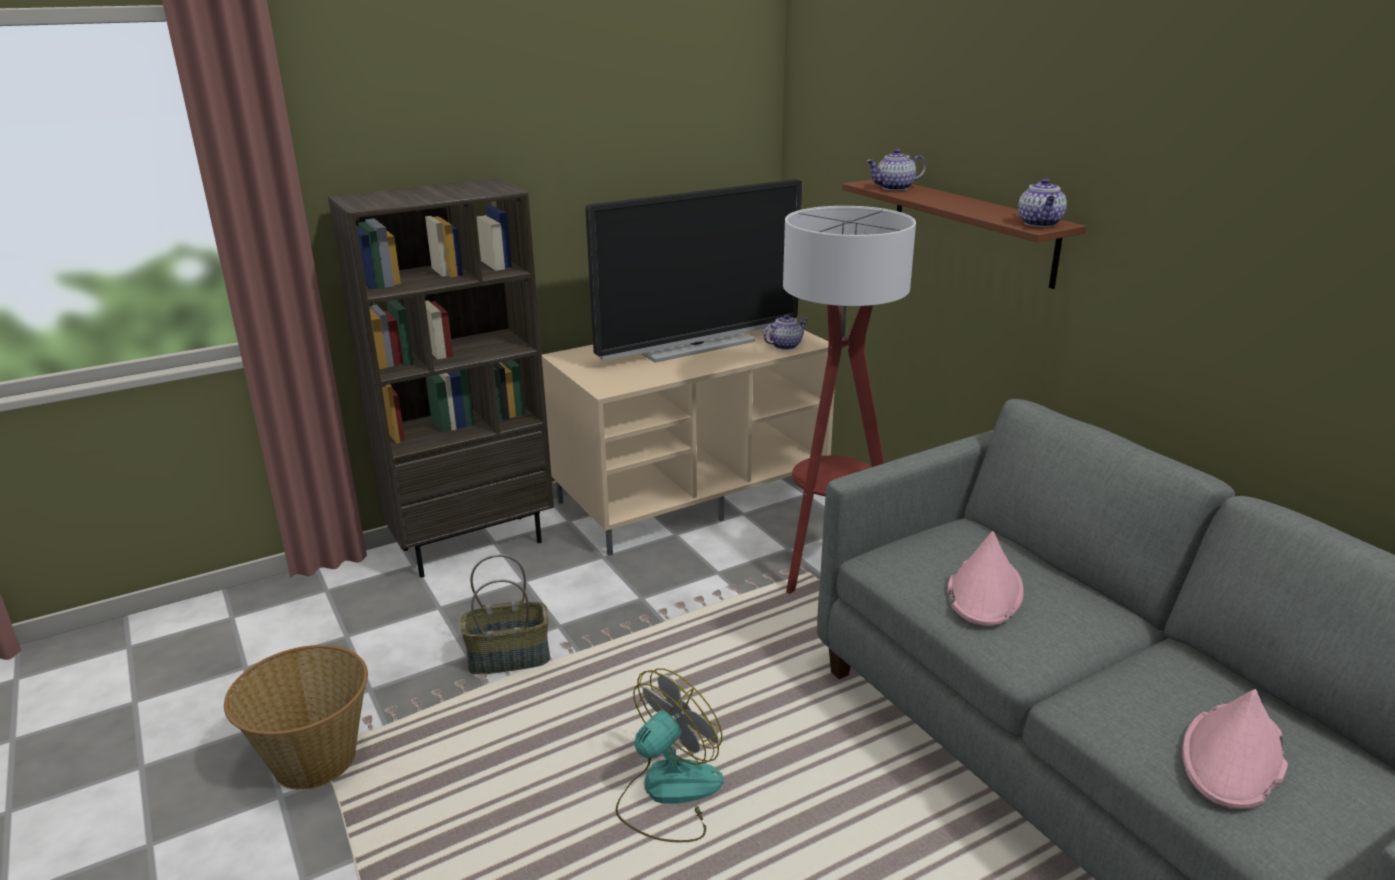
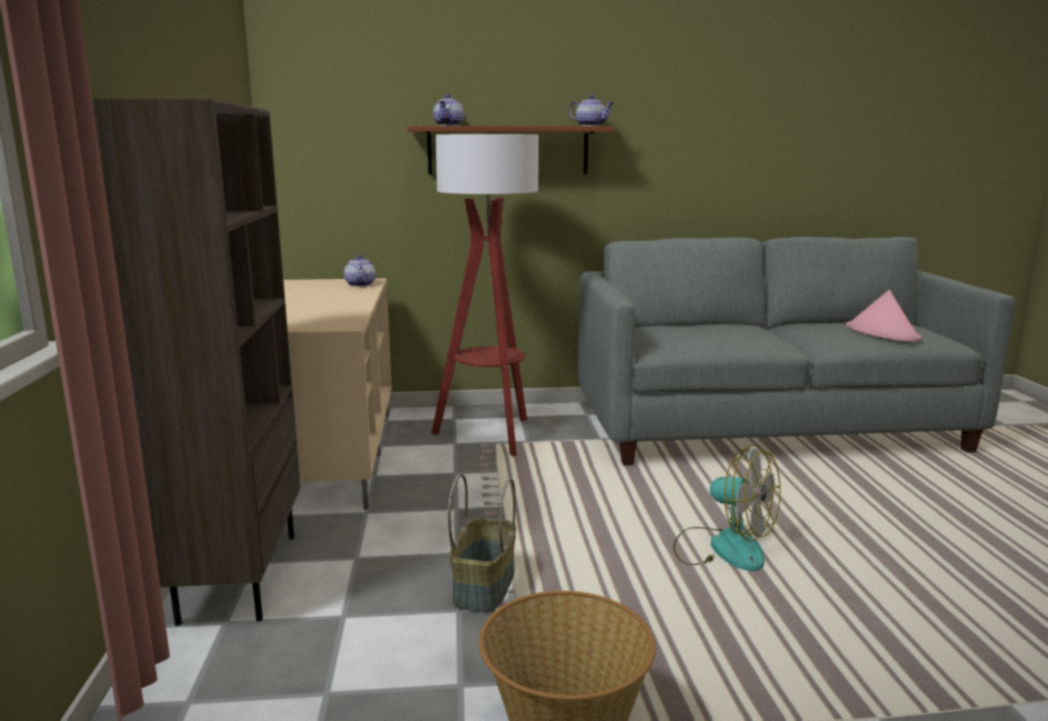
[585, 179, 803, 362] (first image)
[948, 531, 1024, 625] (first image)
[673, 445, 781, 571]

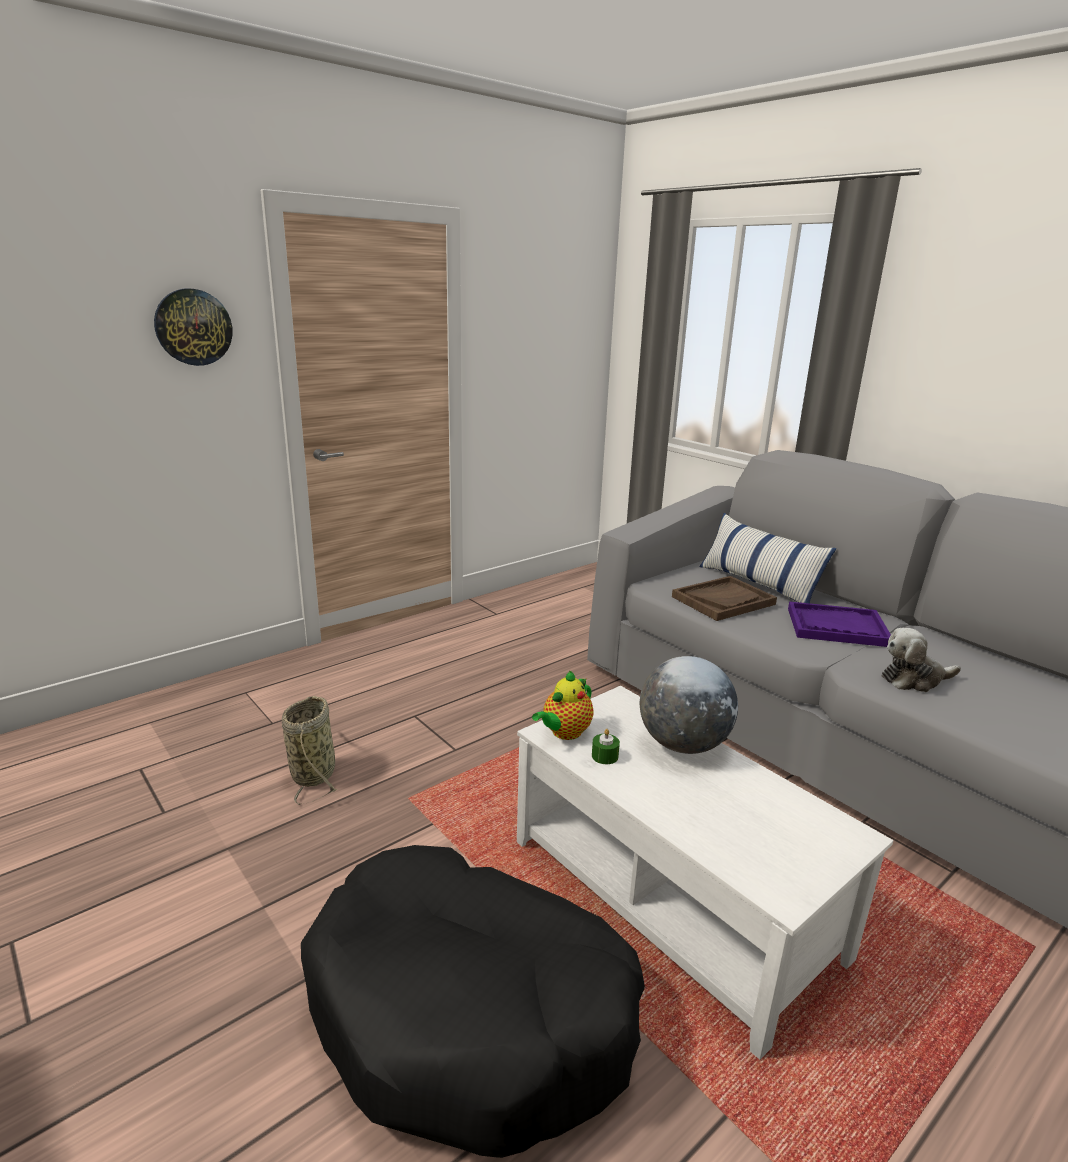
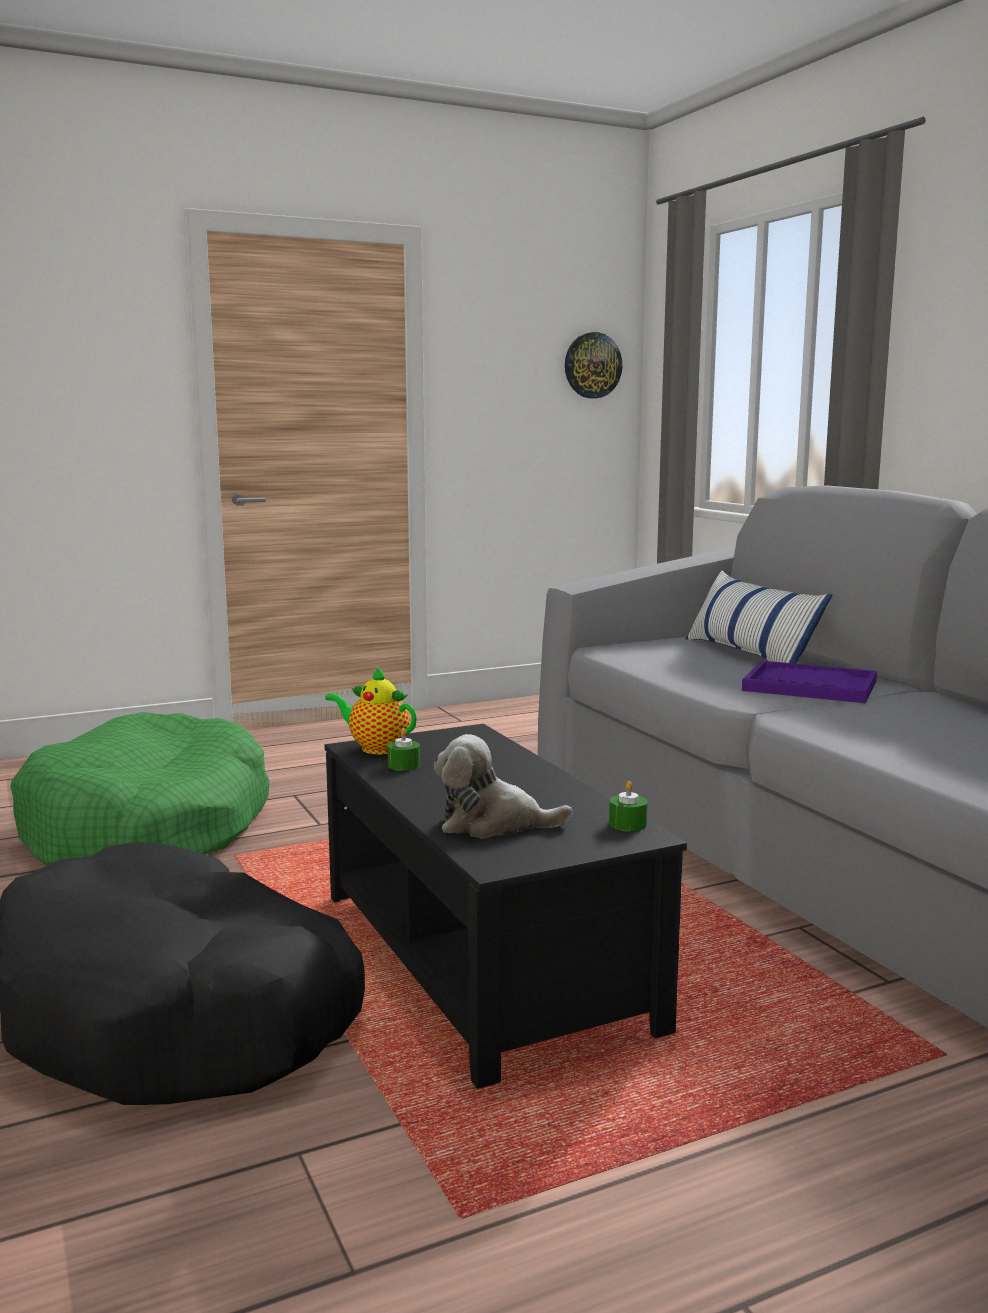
[565, 332, 622, 398]
[672, 576, 777, 621] (first image)
[434, 734, 573, 838]
[640, 656, 738, 754] (first image)
[325, 666, 417, 754]
[325, 724, 687, 1089]
[11, 712, 269, 866]
[609, 781, 648, 831]

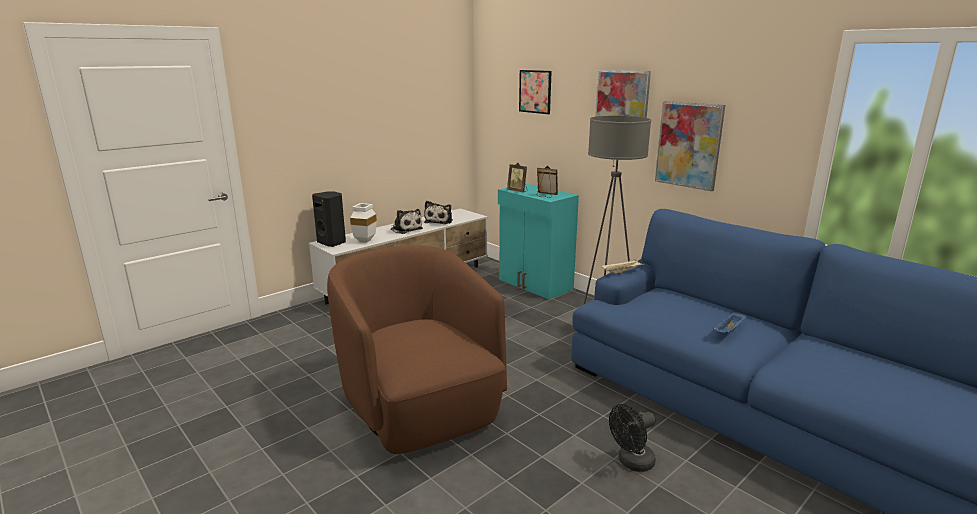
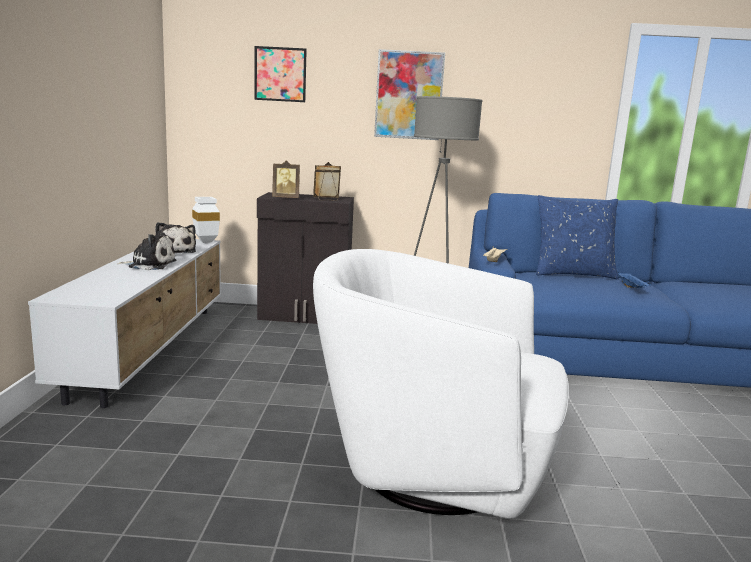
[655, 101, 725, 191] (first image)
[257, 192, 354, 324]
[312, 191, 346, 247] (first image)
[192, 197, 220, 243]
[313, 249, 569, 519]
[609, 404, 656, 472] (first image)
[536, 195, 619, 279]

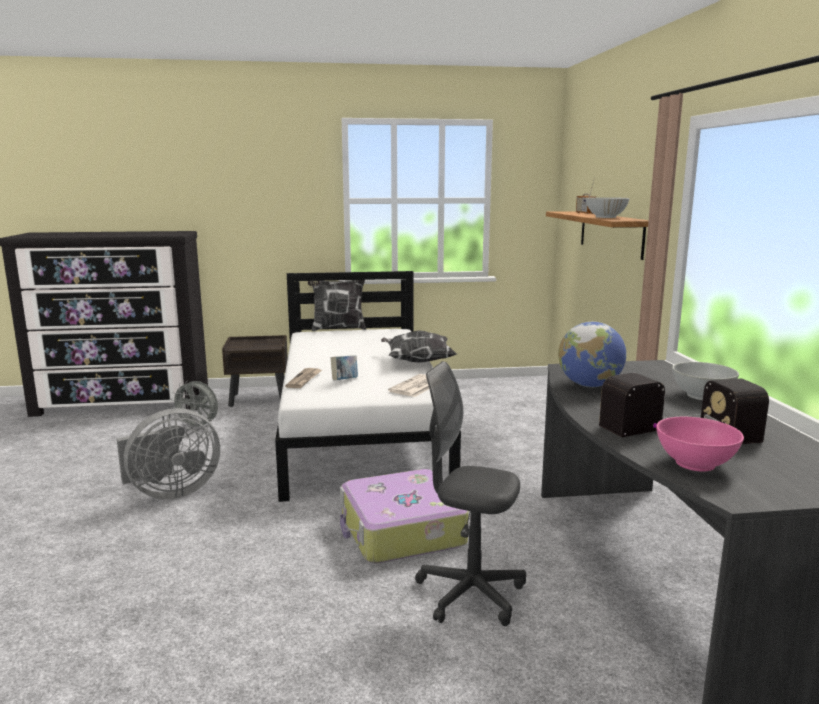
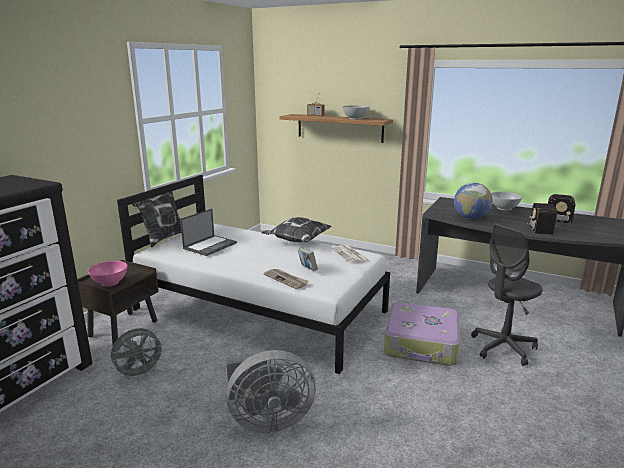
[226, 350, 316, 433]
[88, 261, 128, 286]
[180, 209, 237, 256]

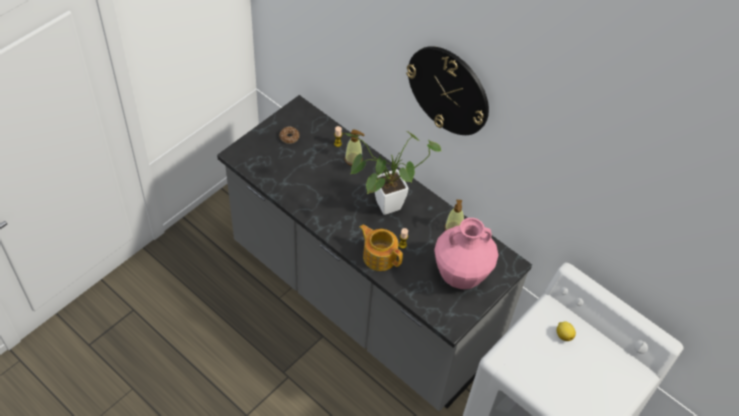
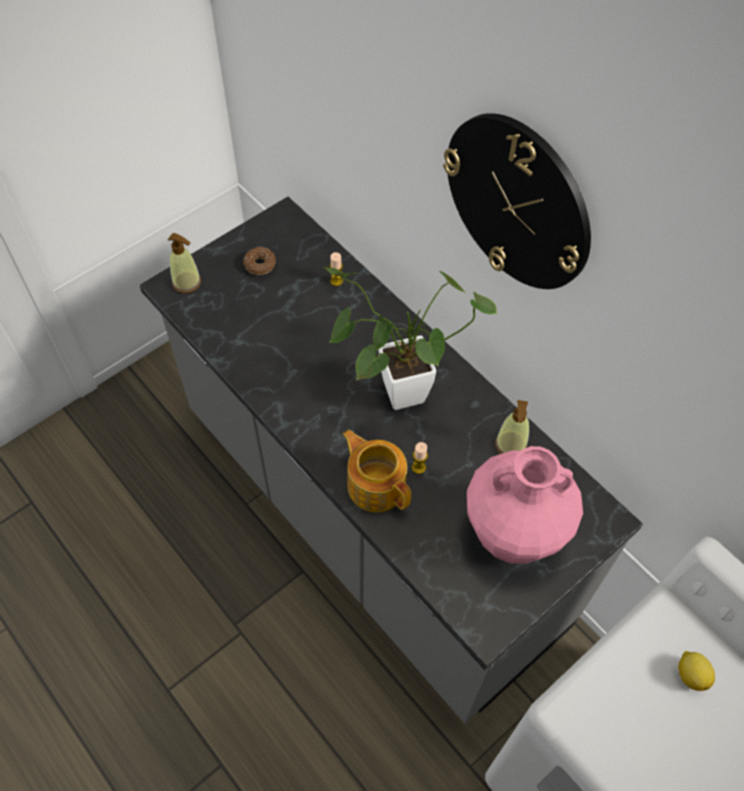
[168, 233, 201, 293]

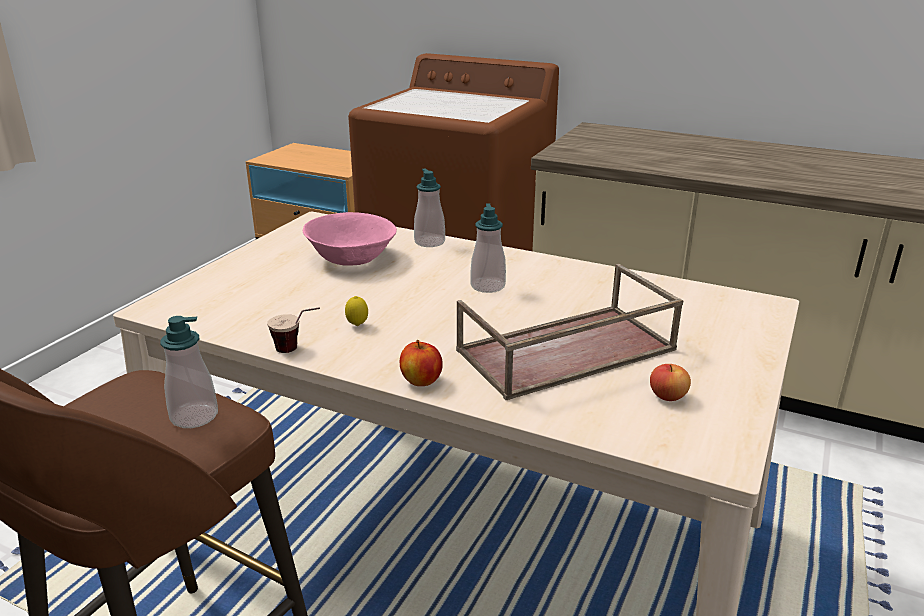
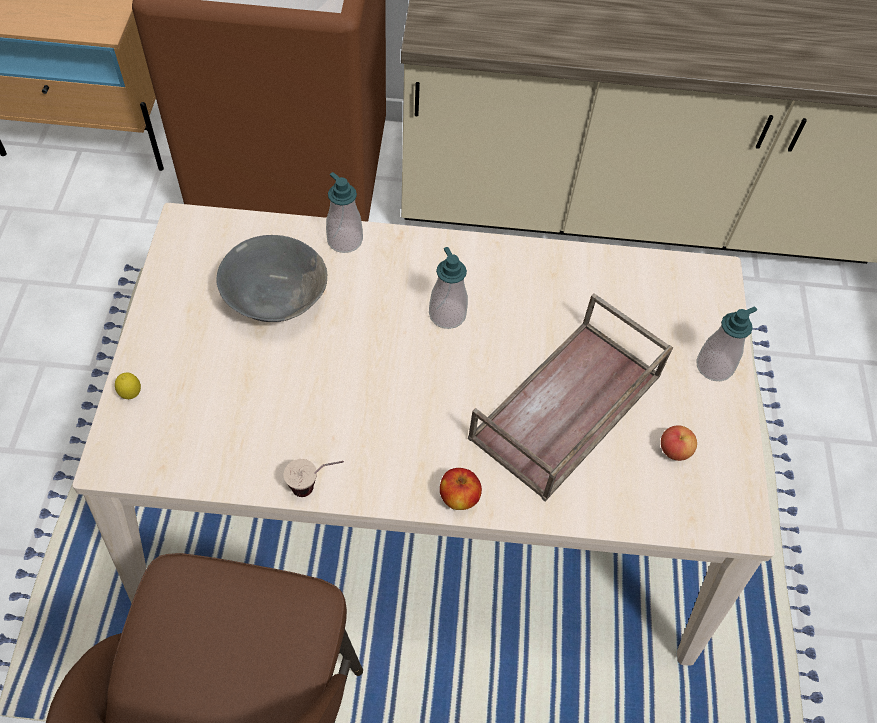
[216, 235, 327, 322]
[115, 373, 141, 399]
[696, 306, 757, 381]

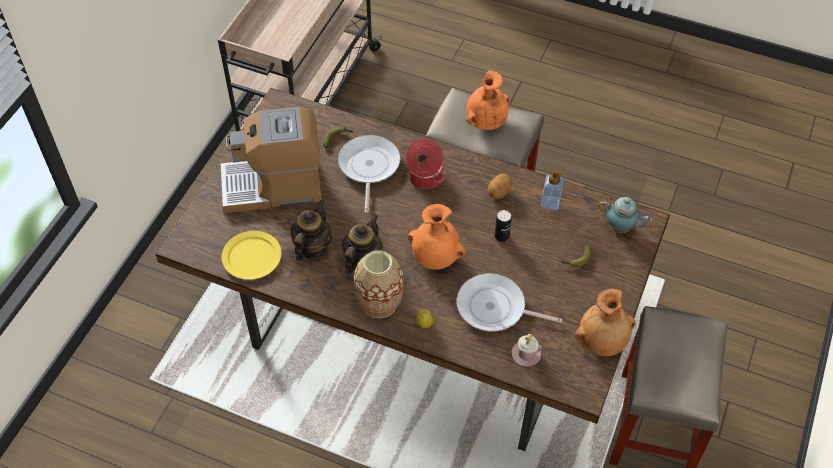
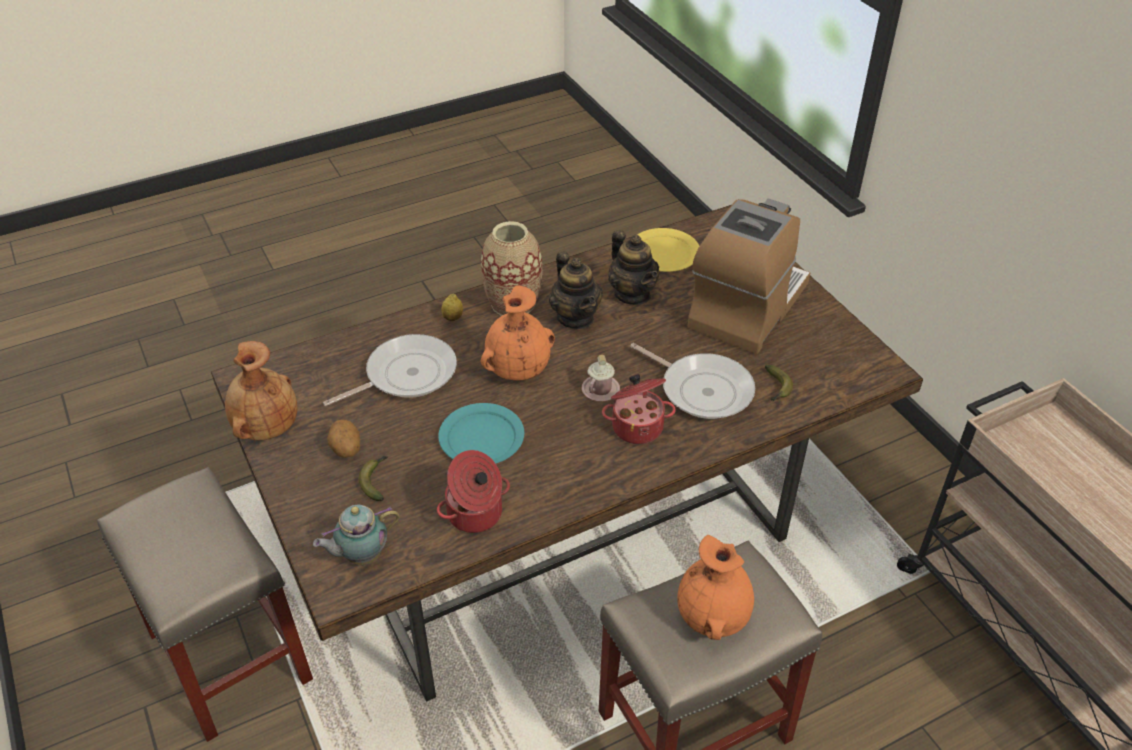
[437, 450, 510, 533]
[327, 420, 360, 458]
[438, 403, 524, 463]
[582, 355, 620, 401]

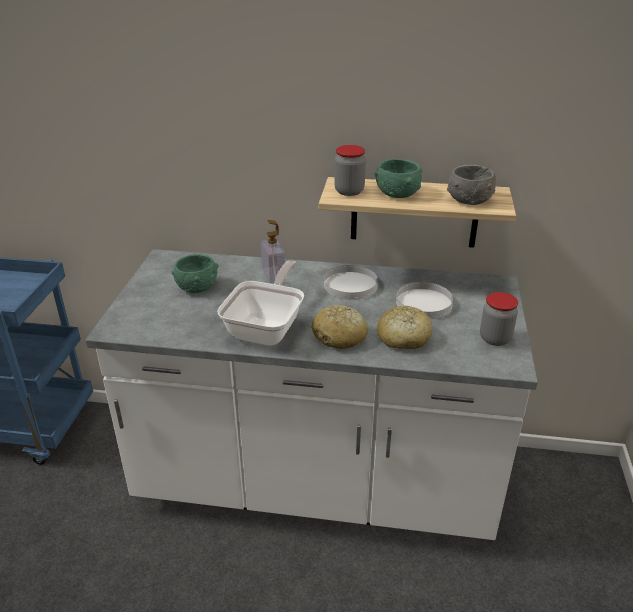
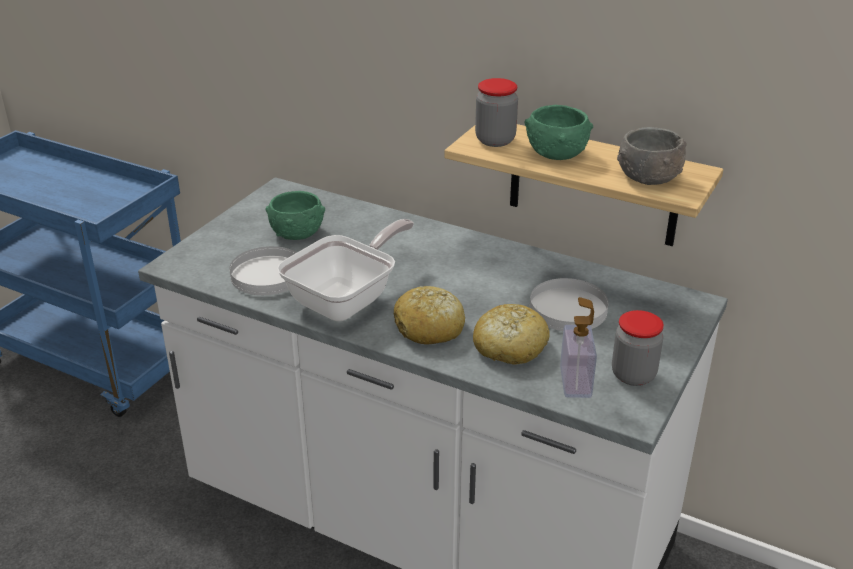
[560, 297, 597, 398]
[229, 246, 297, 295]

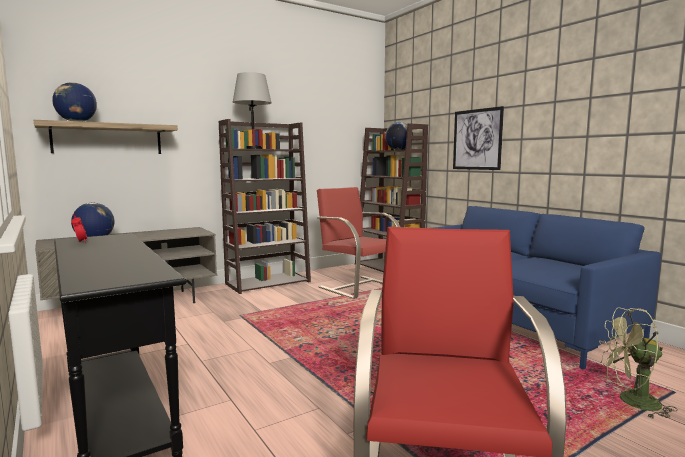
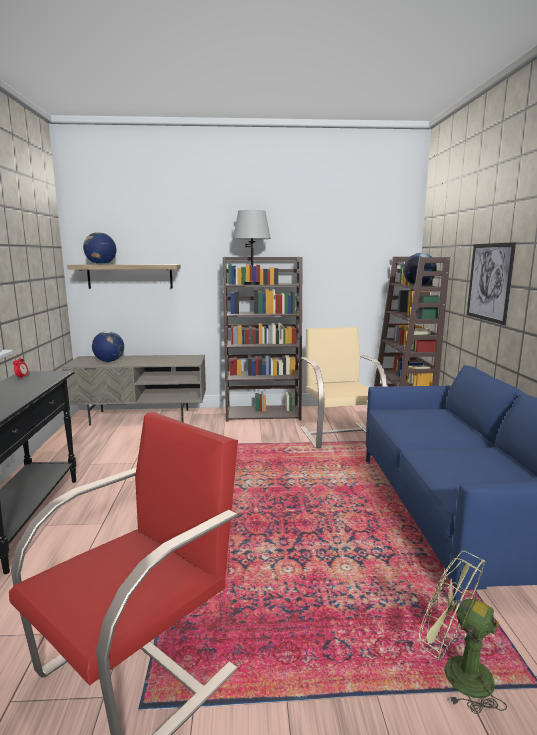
[300, 327, 388, 448]

